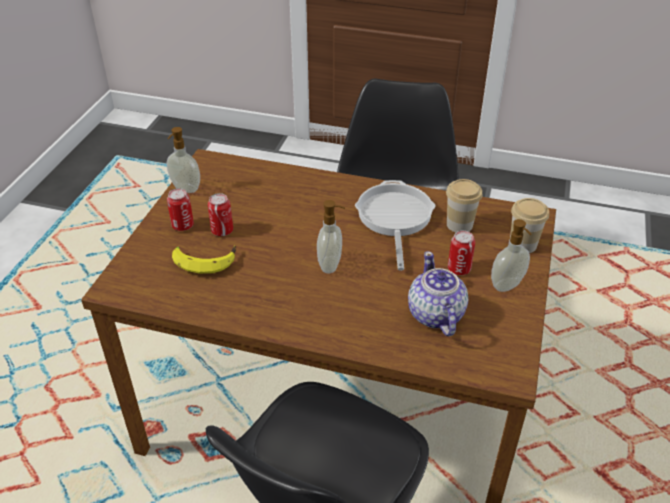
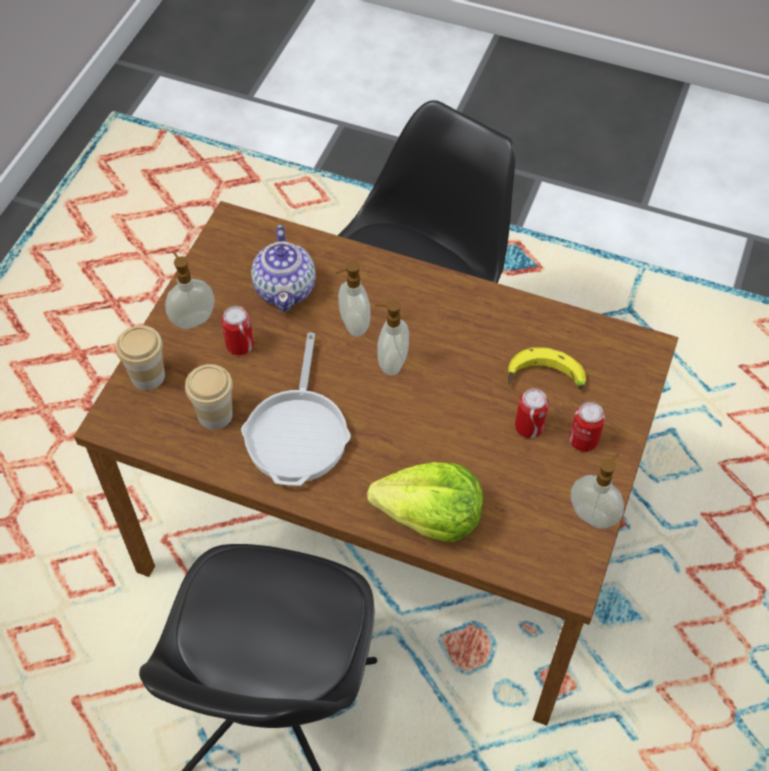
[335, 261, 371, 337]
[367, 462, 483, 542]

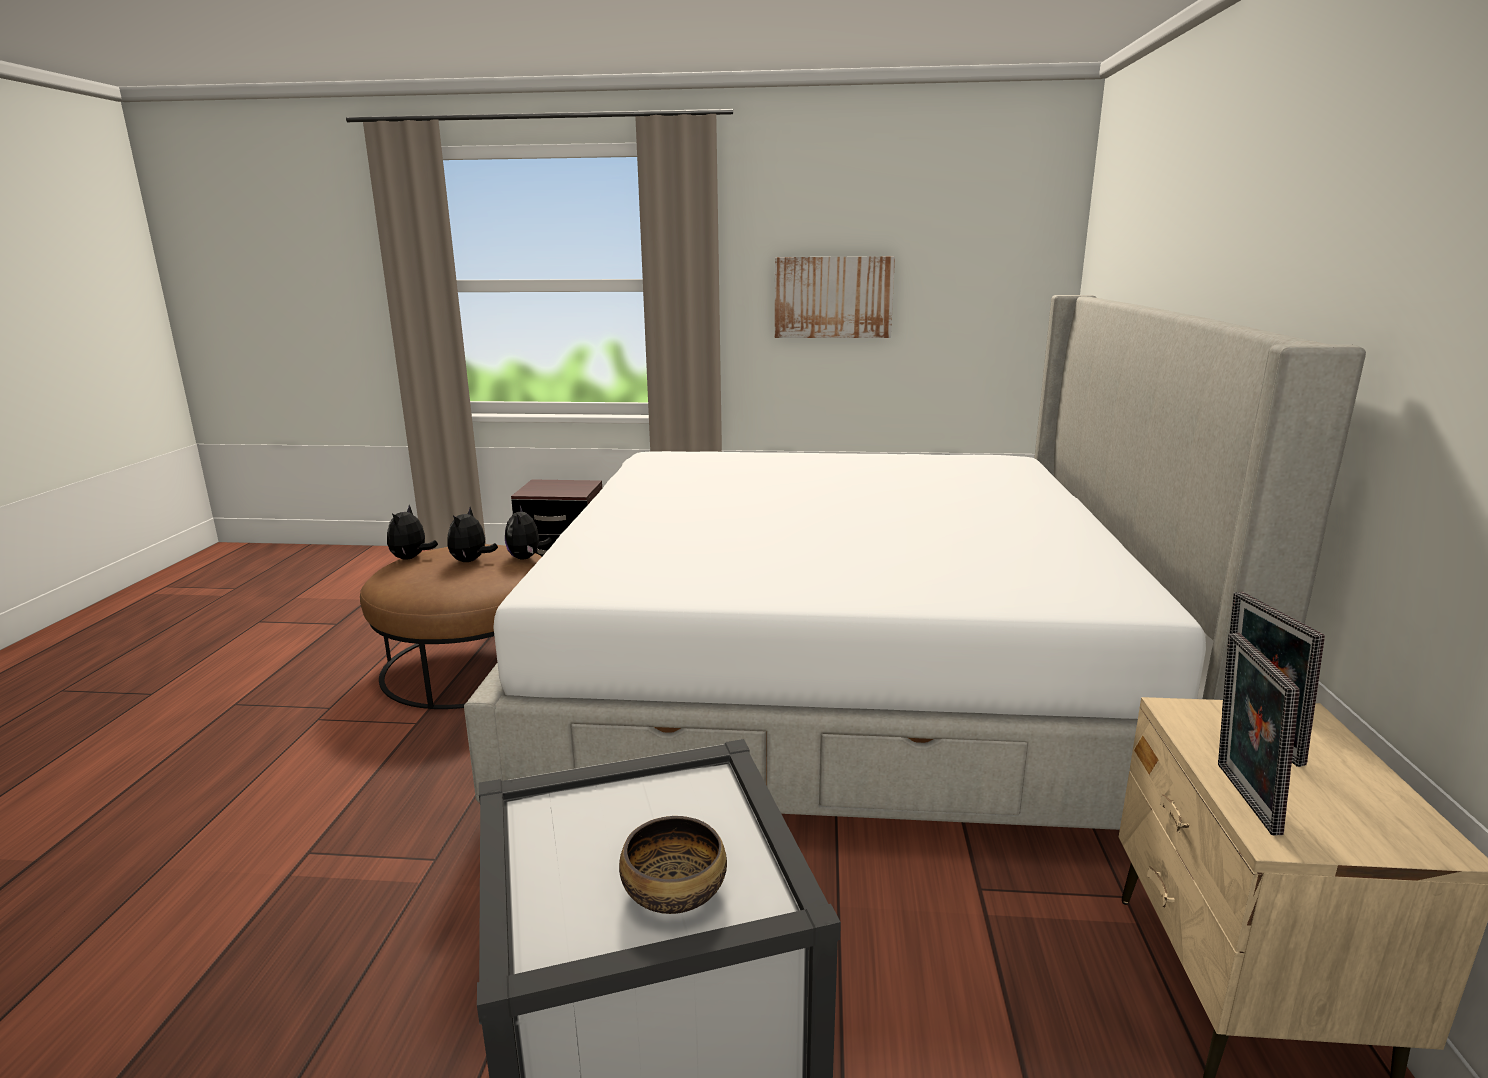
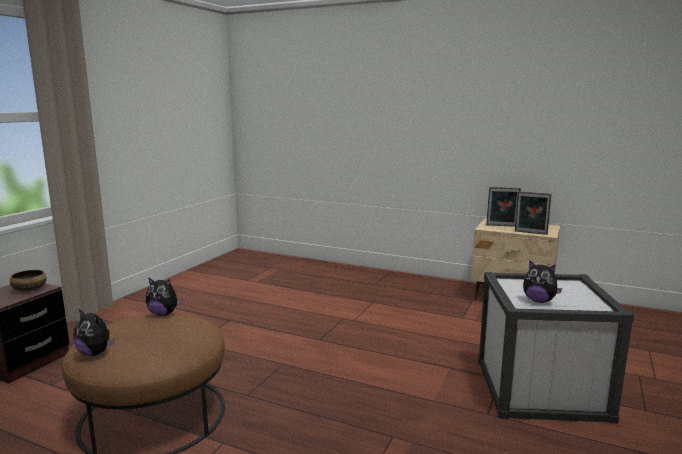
[775, 256, 895, 338] (first image)
[464, 295, 1366, 830] (first image)
[523, 261, 562, 303]
[10, 270, 47, 291]

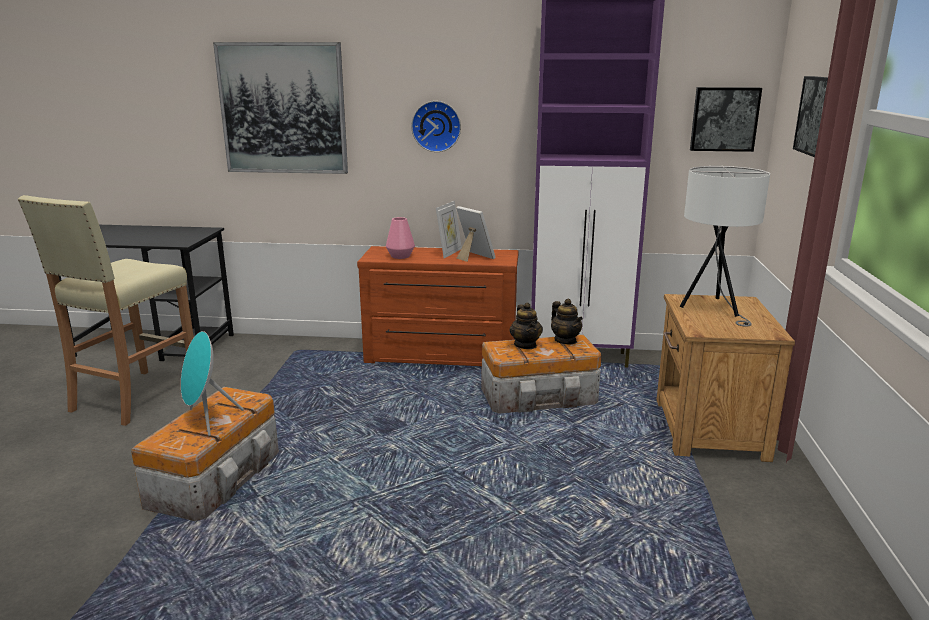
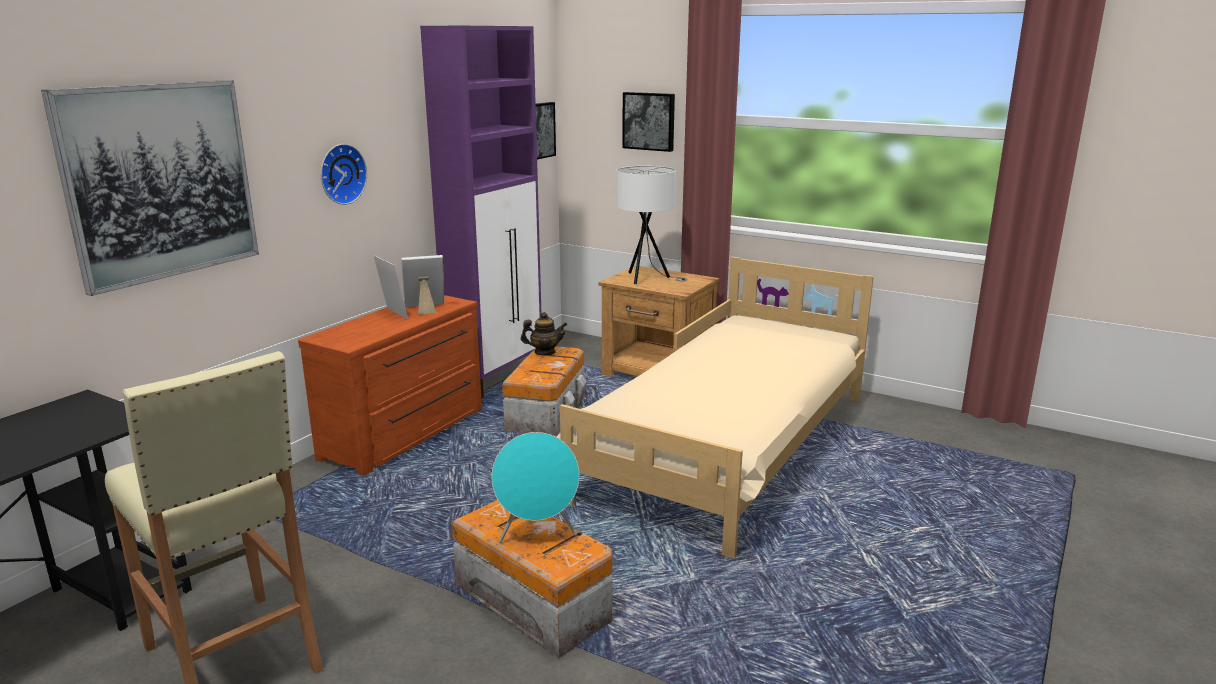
[386, 217, 415, 259] (first image)
[510, 302, 543, 349] (first image)
[557, 257, 874, 559]

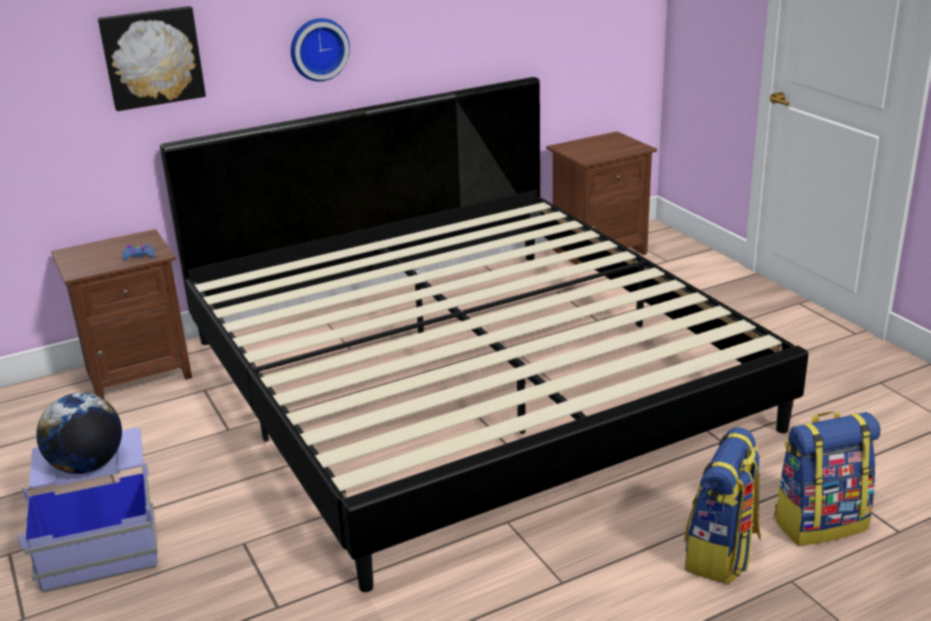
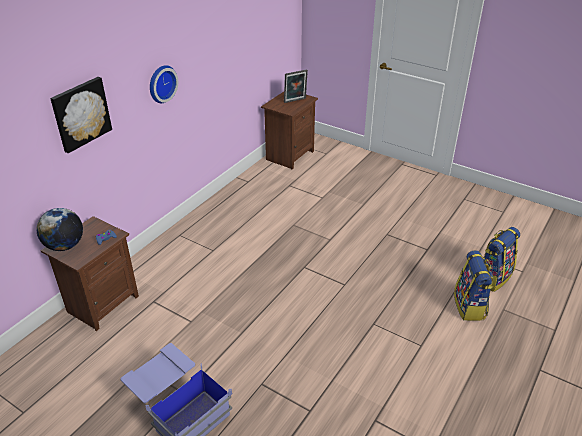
[160, 77, 809, 592] (first image)
[37, 208, 83, 251]
[284, 69, 308, 103]

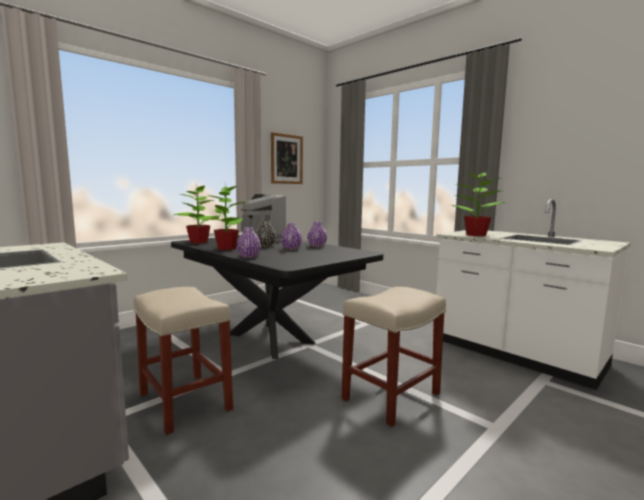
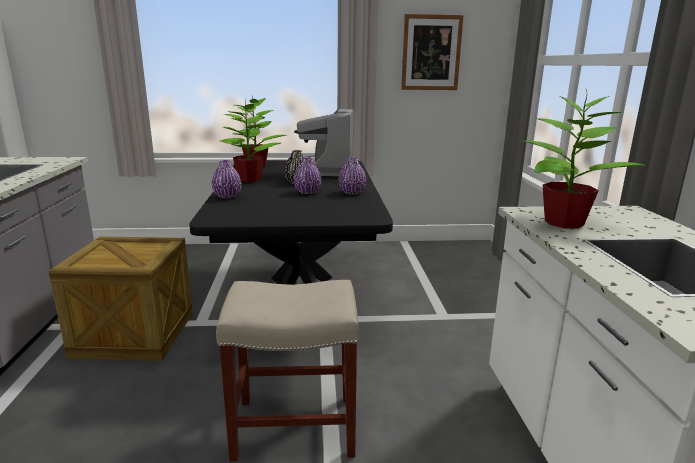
[49, 236, 193, 361]

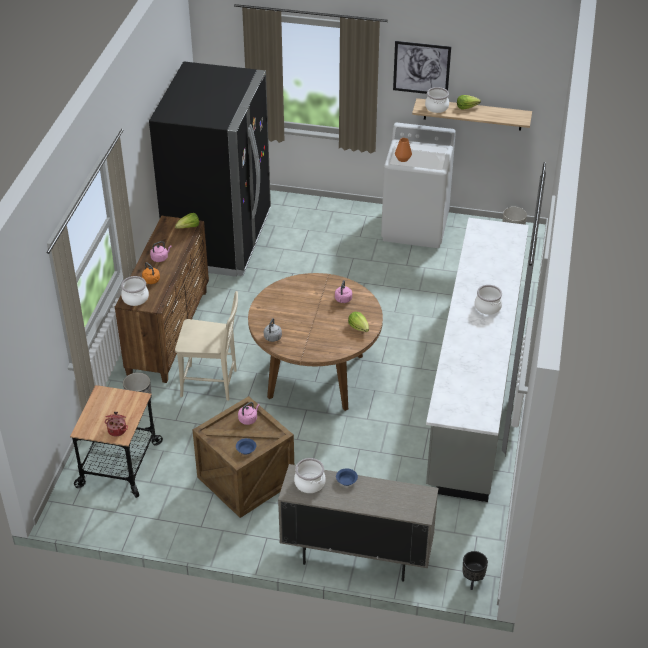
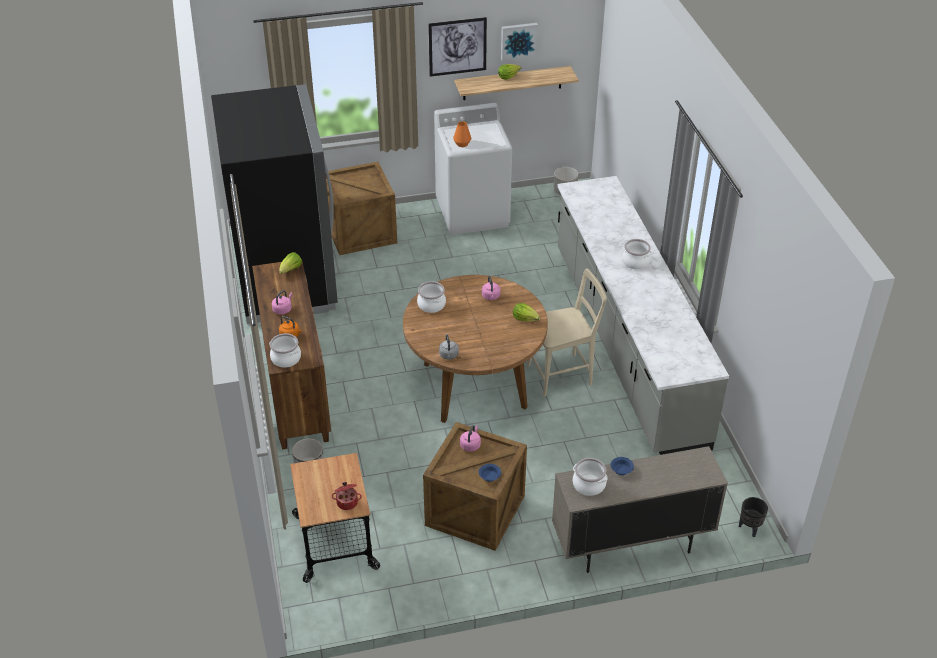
[417, 281, 446, 313]
[527, 268, 607, 396]
[501, 23, 538, 61]
[325, 162, 397, 255]

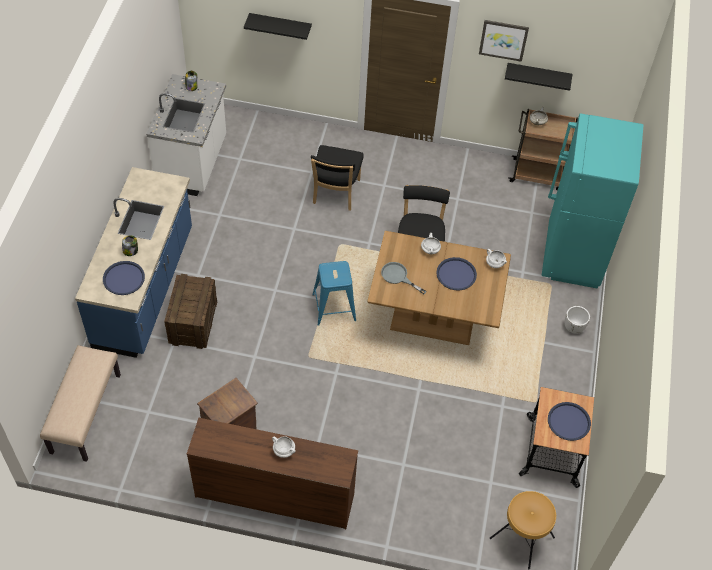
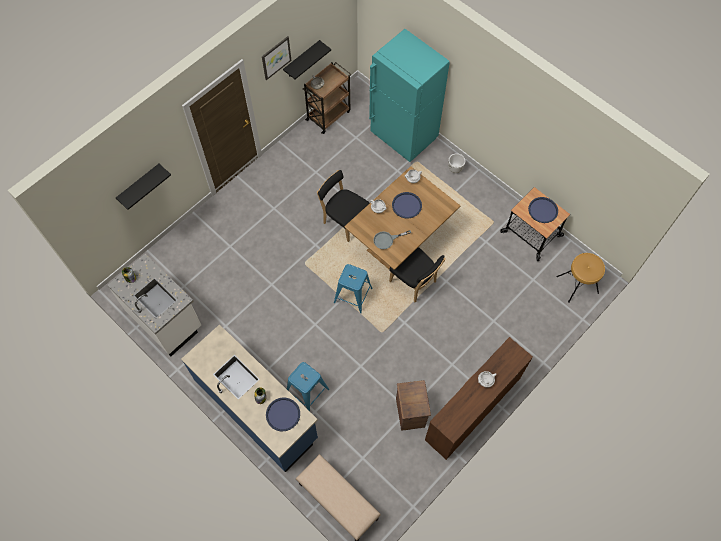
[389, 247, 446, 302]
[287, 362, 329, 411]

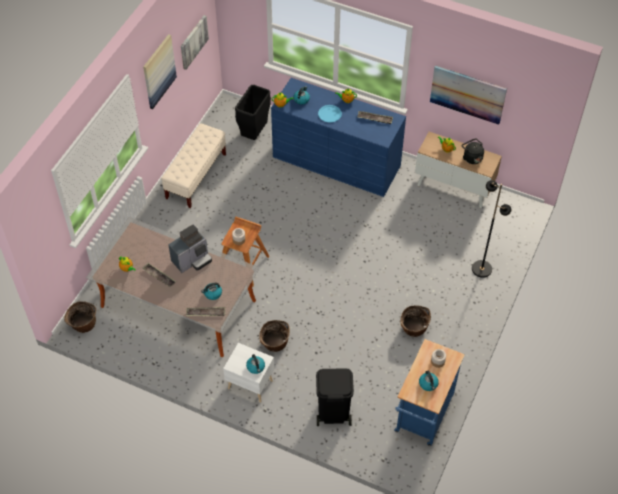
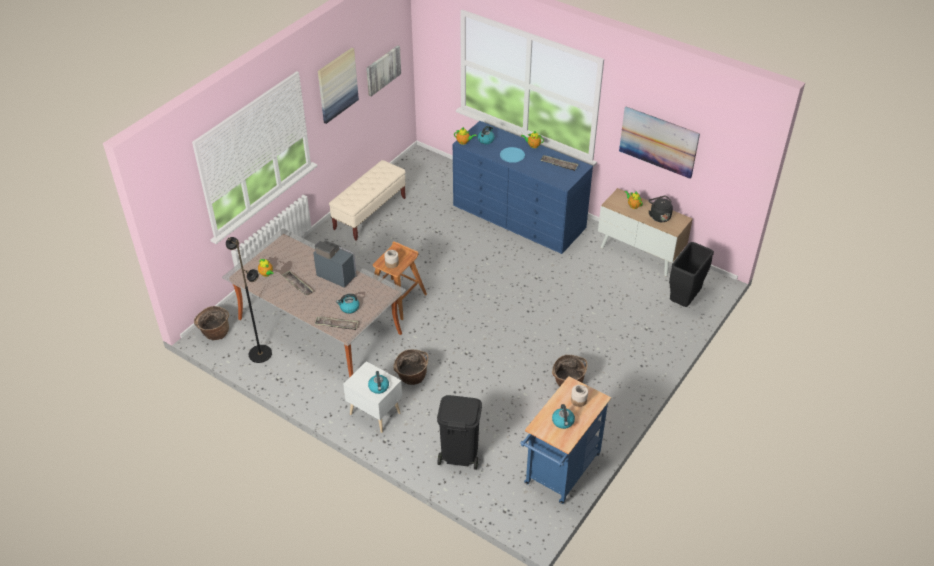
[669, 242, 714, 307]
[226, 237, 272, 363]
[313, 240, 357, 288]

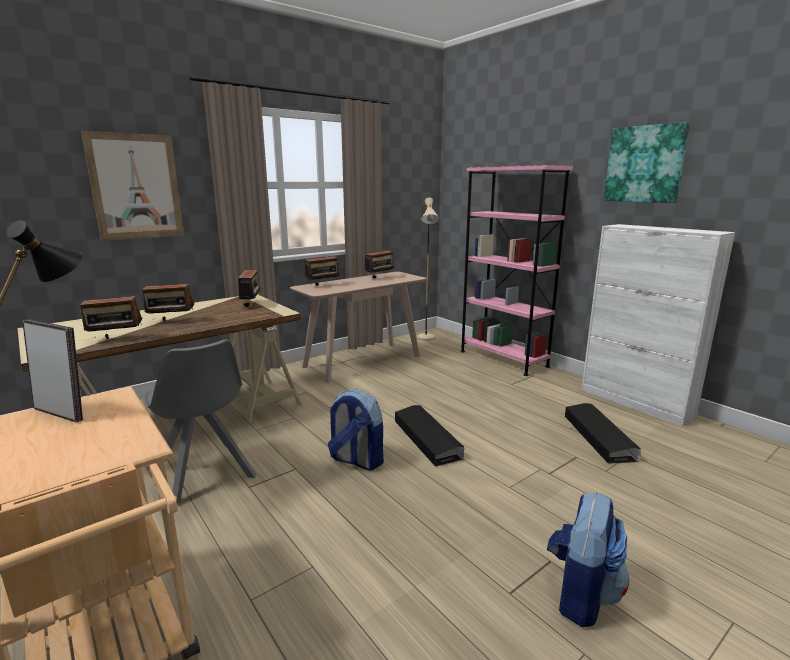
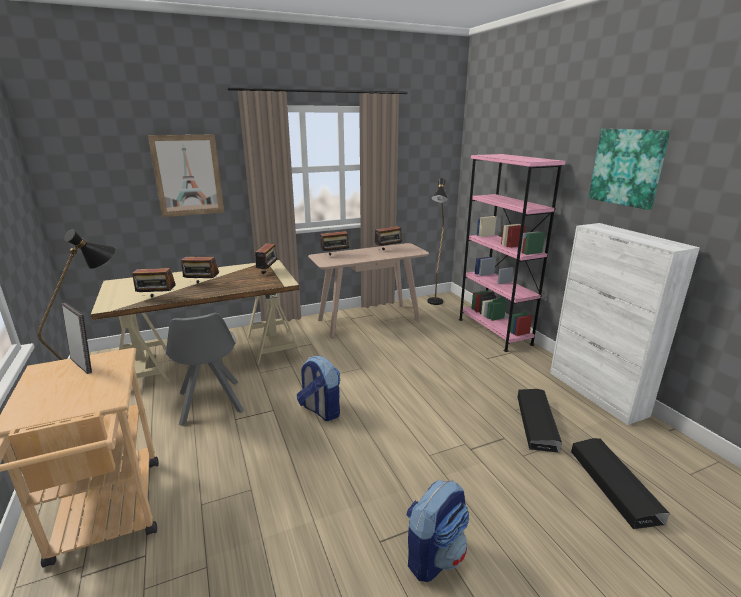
[427, 178, 448, 305]
[571, 438, 670, 529]

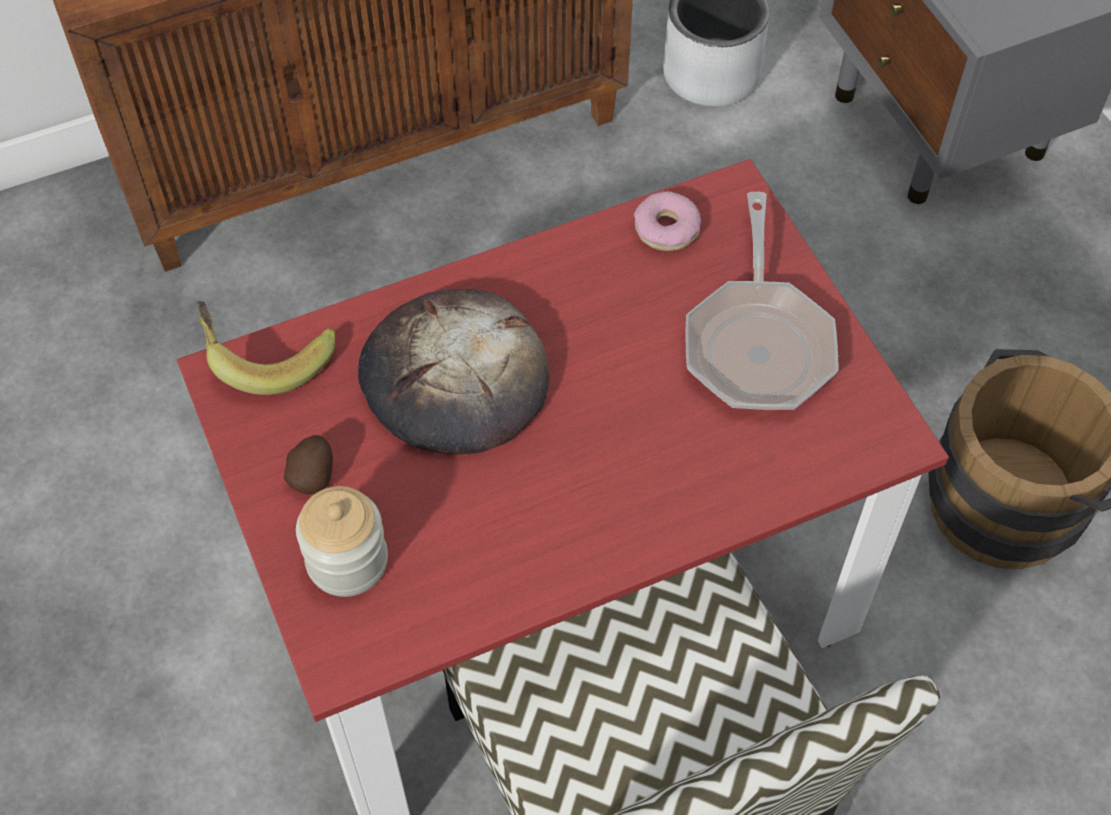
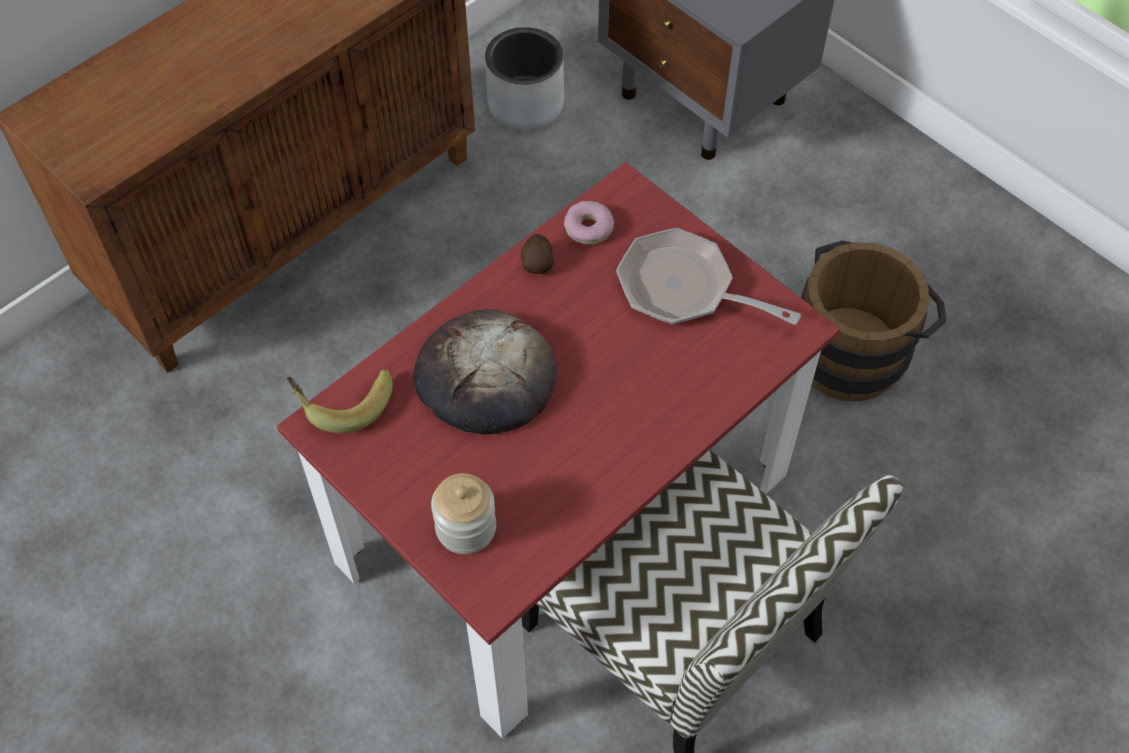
[616, 228, 801, 325]
[521, 234, 554, 274]

